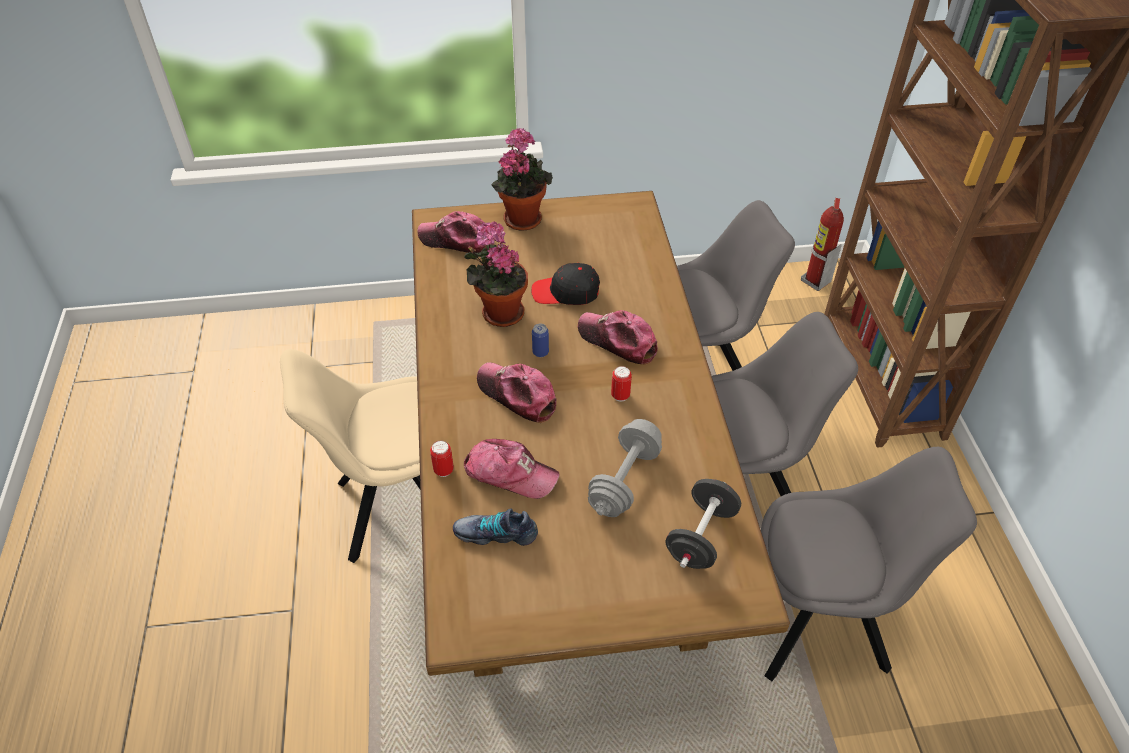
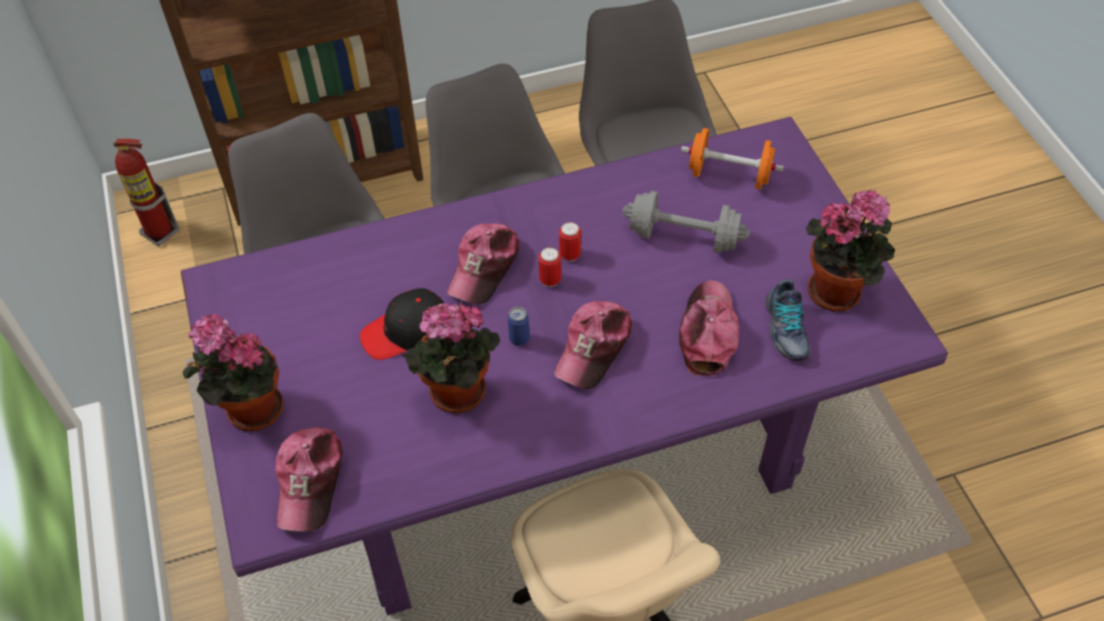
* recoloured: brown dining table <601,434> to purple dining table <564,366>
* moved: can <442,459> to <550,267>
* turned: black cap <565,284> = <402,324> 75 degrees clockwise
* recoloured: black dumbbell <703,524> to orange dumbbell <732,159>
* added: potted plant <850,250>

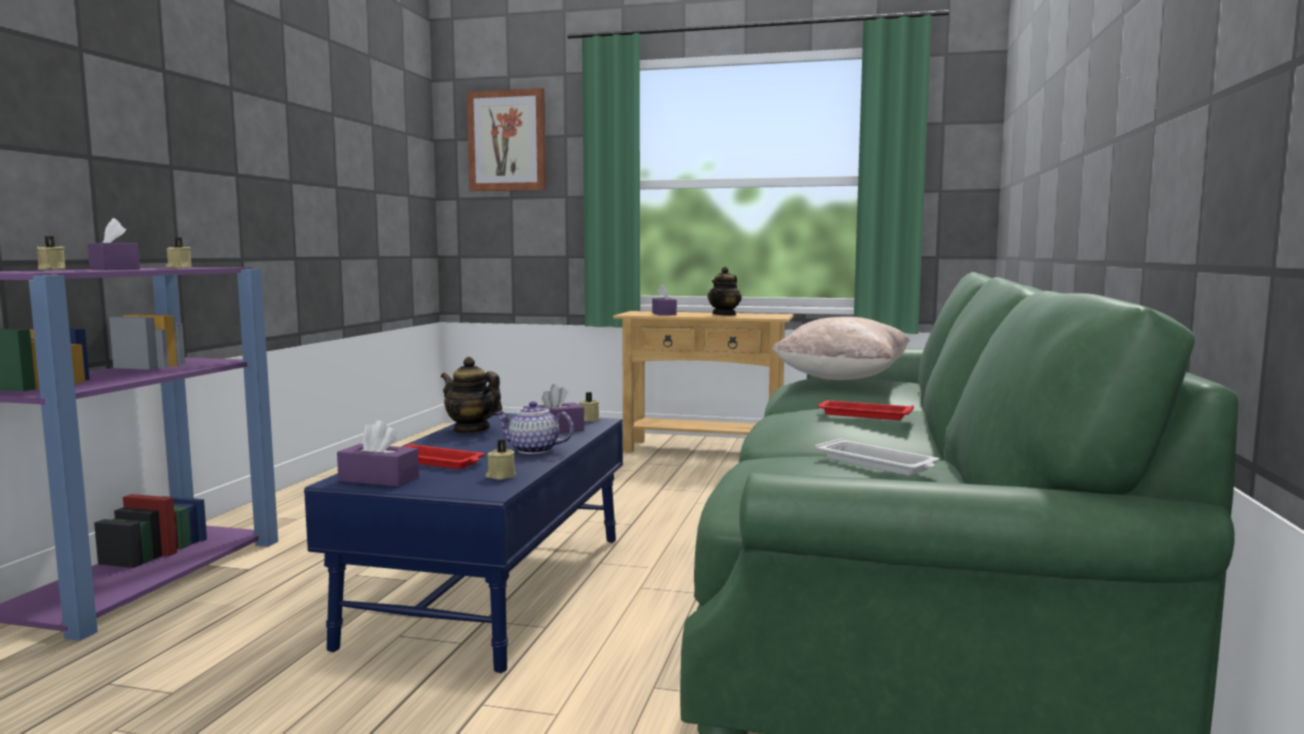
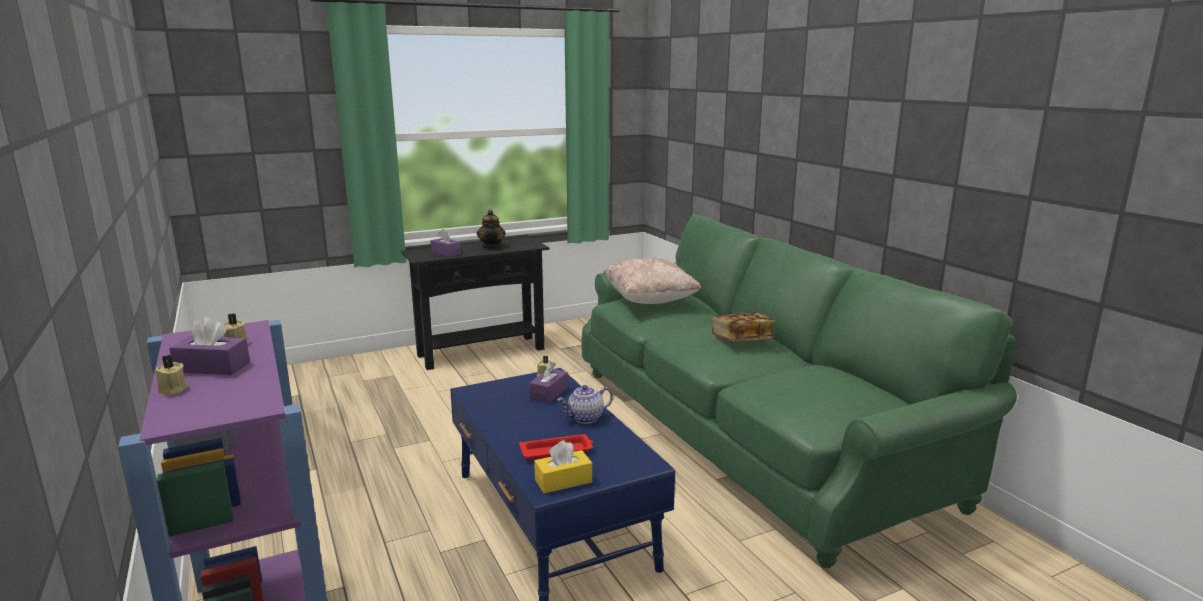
* recoloured: purple tissue box <378,453> to yellow tissue box <563,466>
* removed: teapot <471,395>
* removed: picture <506,140>
* removed: beige candle <500,459>
* recoloured: beige console table <703,382> to black console table <475,303>
* removed: white tray <877,457>
* replaced: red tray <865,410> to book <743,326>

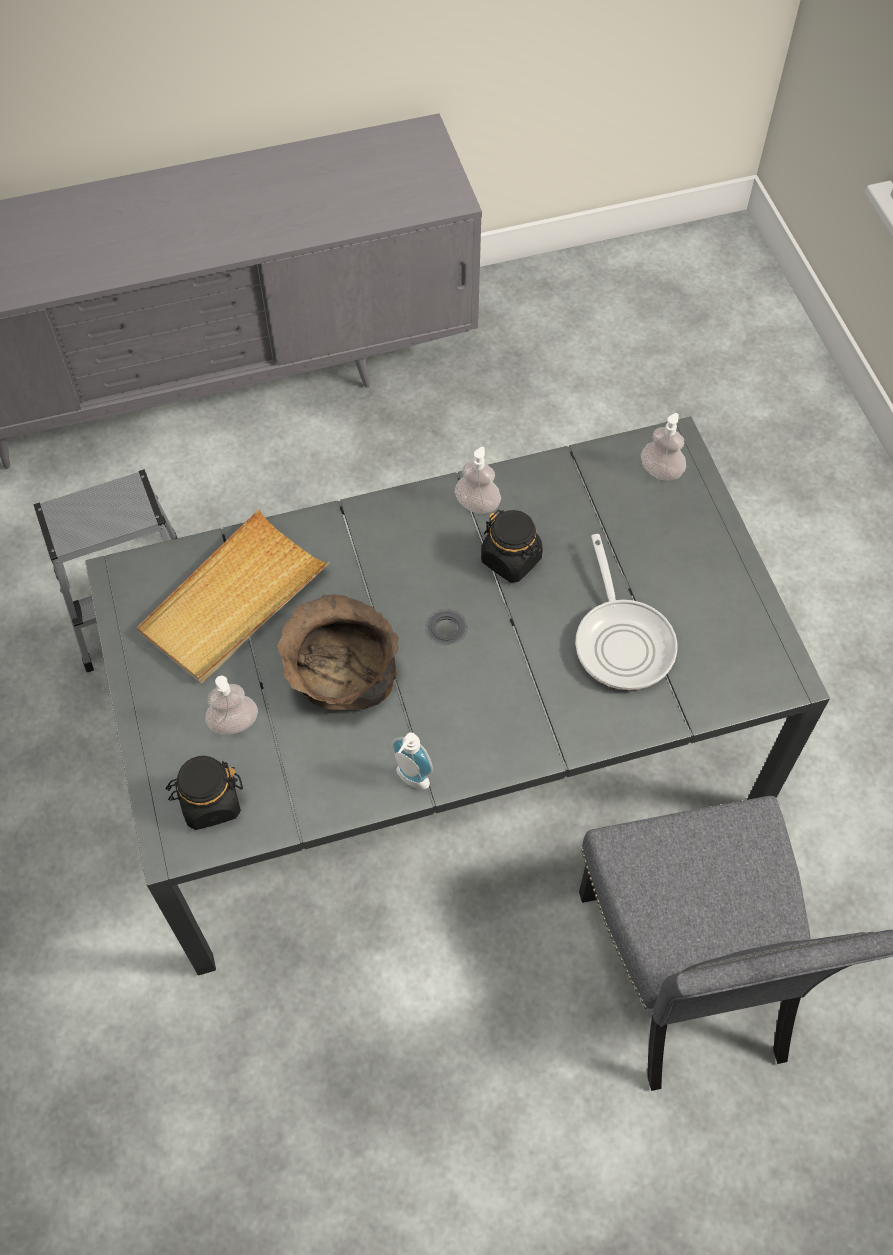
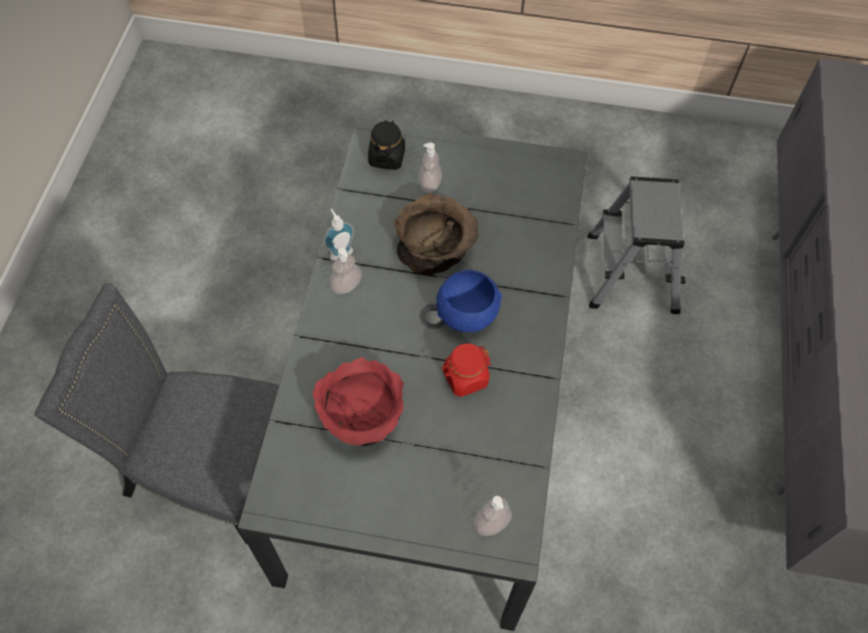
* removed: beige tray <233,596>
* moved: soap dispenser <477,480> to <345,270>
* recoloured: black jar <512,546> to red jar <466,370>
* replaced: frying pan <626,612> to red bowl <358,401>
* added: blue bowl <469,301>

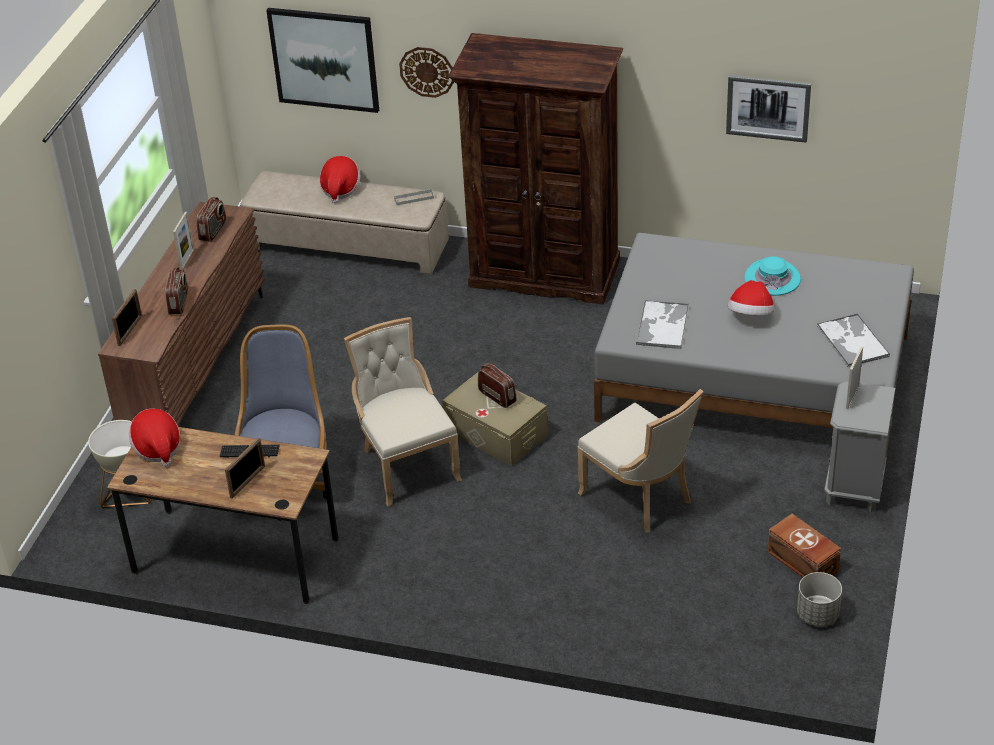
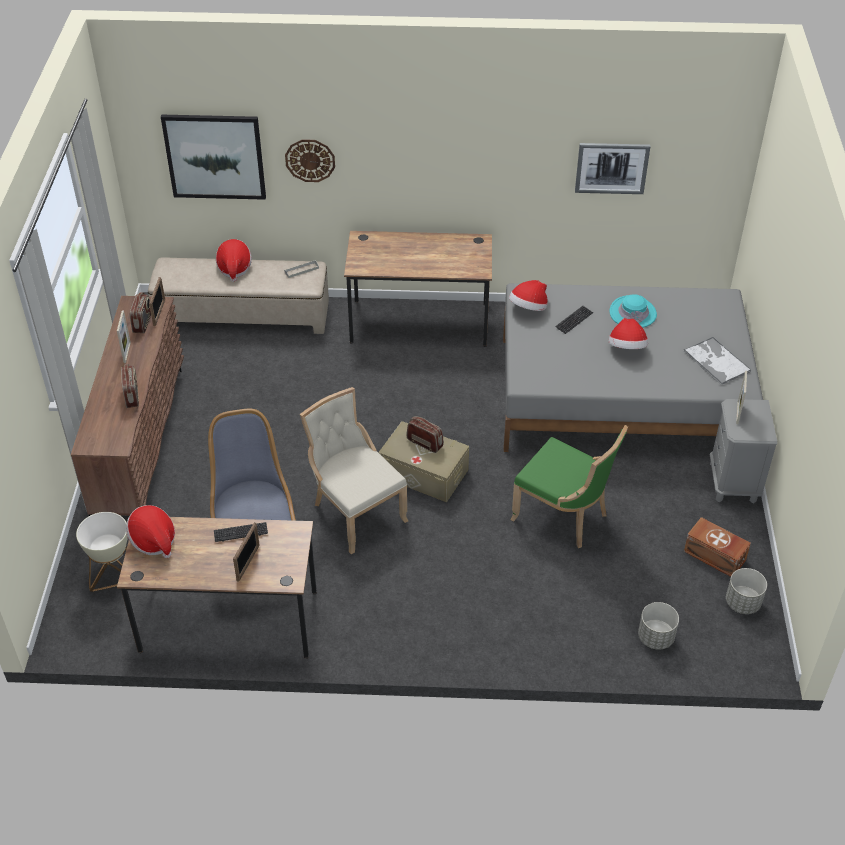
* moved: picture frame <127,317> to <157,301>
* replaced: brown wardrobe <535,169> to brown desk <418,289>
* recoloured: beige chair <640,461> to green chair <569,486>
* removed: tray <662,324>
* added: hat <528,295>
* added: keyboard <574,320>
* added: grey planter <658,626>

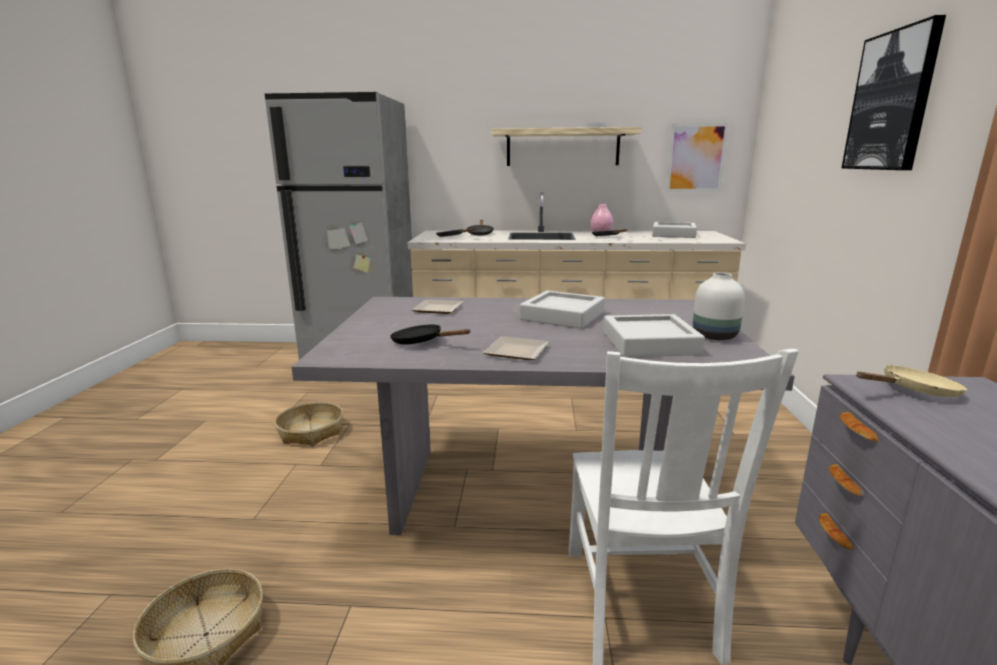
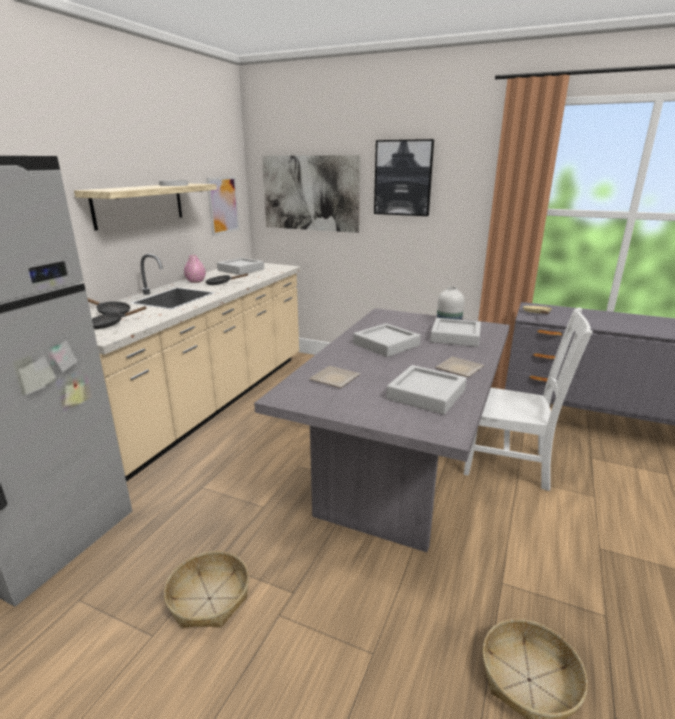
* replaced: black frying pan <430,334> to grey tray <426,390>
* added: picture <311,194>

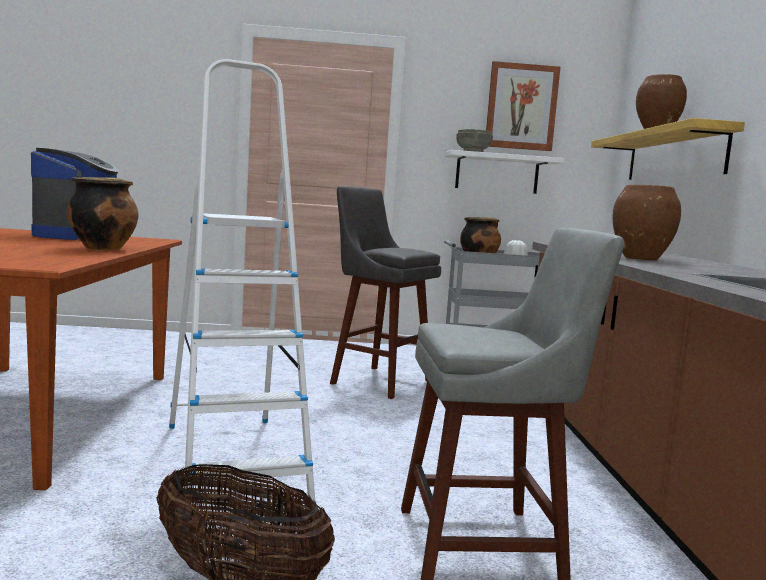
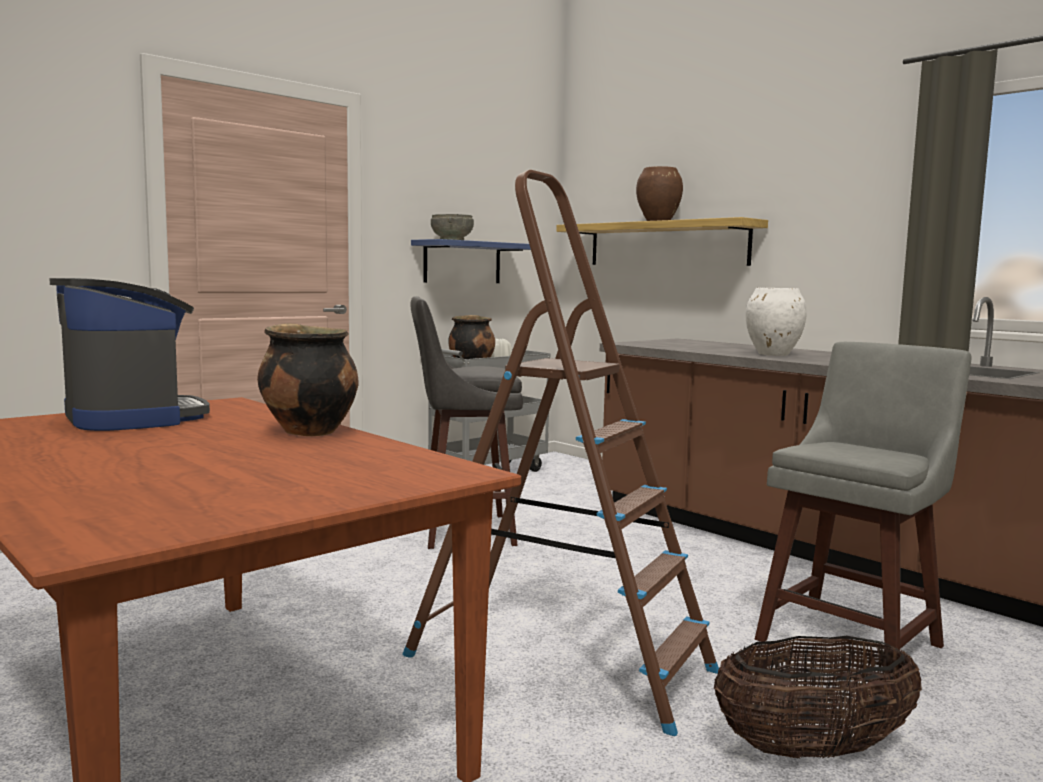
* recoloured: white step ladder <242,280> to brown step ladder <560,452>
* recoloured: white shelf <504,172> to blue shelf <471,261>
* removed: picture <523,106>
* recoloured: brown vase <647,222> to white vase <776,322>

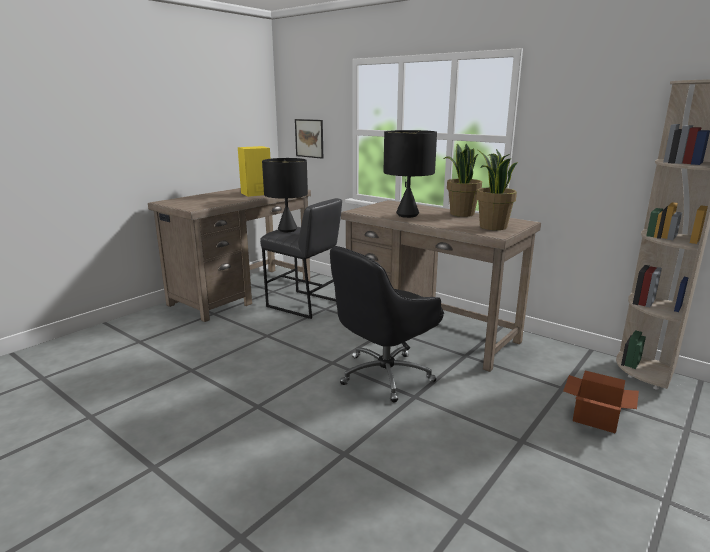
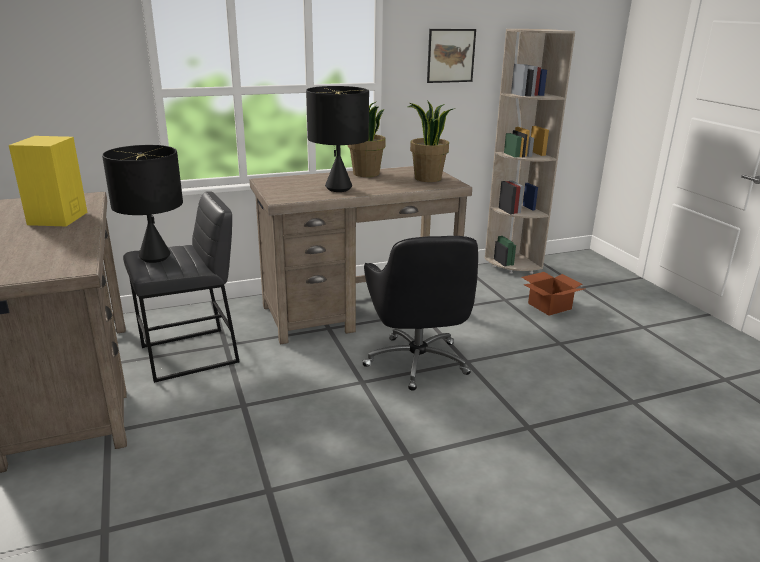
* moved: picture <309,139> to <451,56>

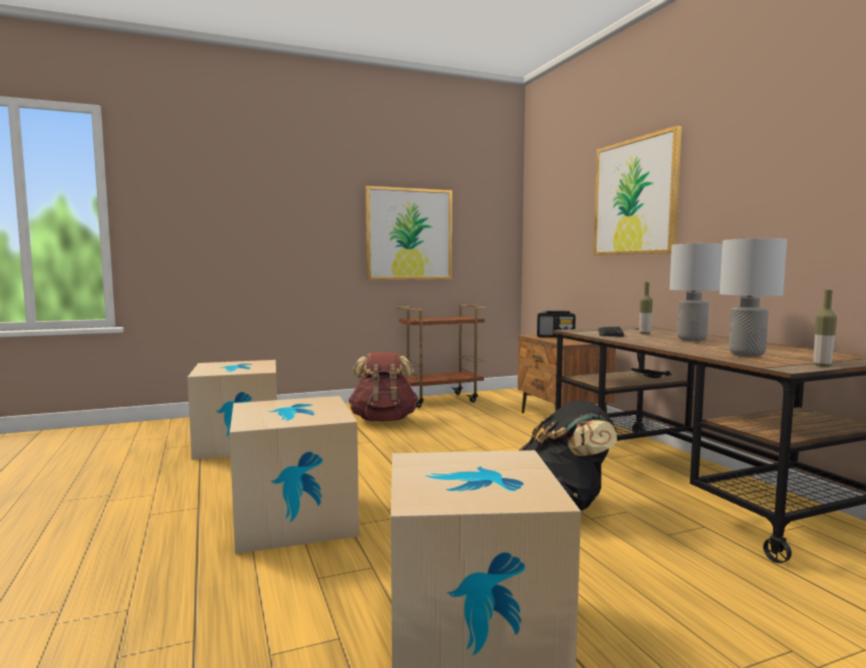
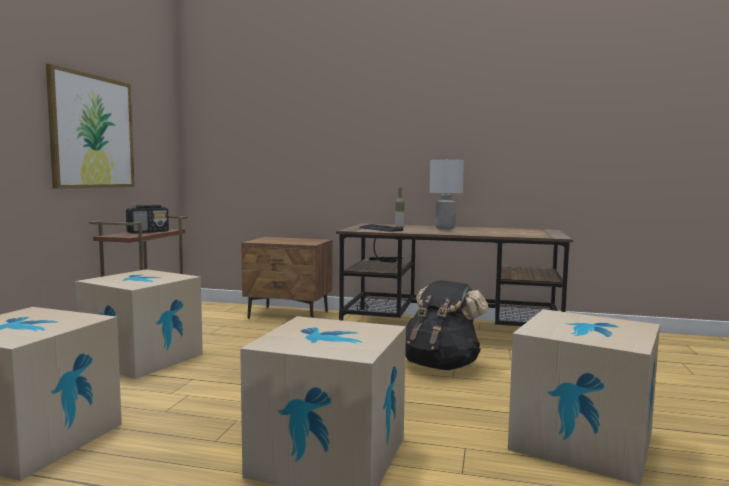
* replaced: brown backpack <383,386> to cardboard box <139,324>
* moved: radio <556,324> to <147,219>
* removed: picture <637,190>
* removed: grey table lamp <753,297>
* removed: bottle <825,328>

